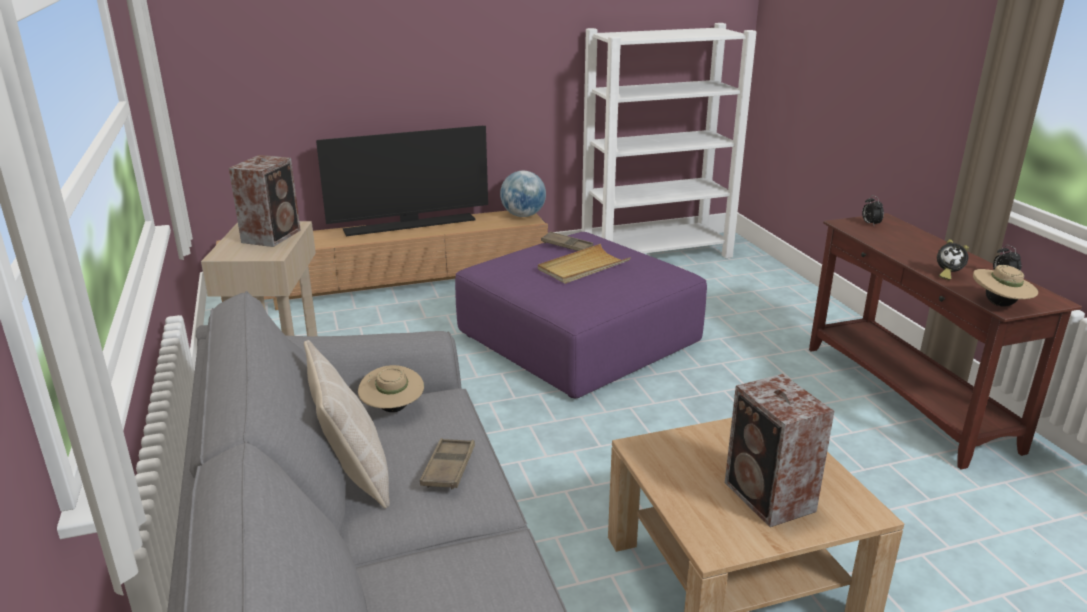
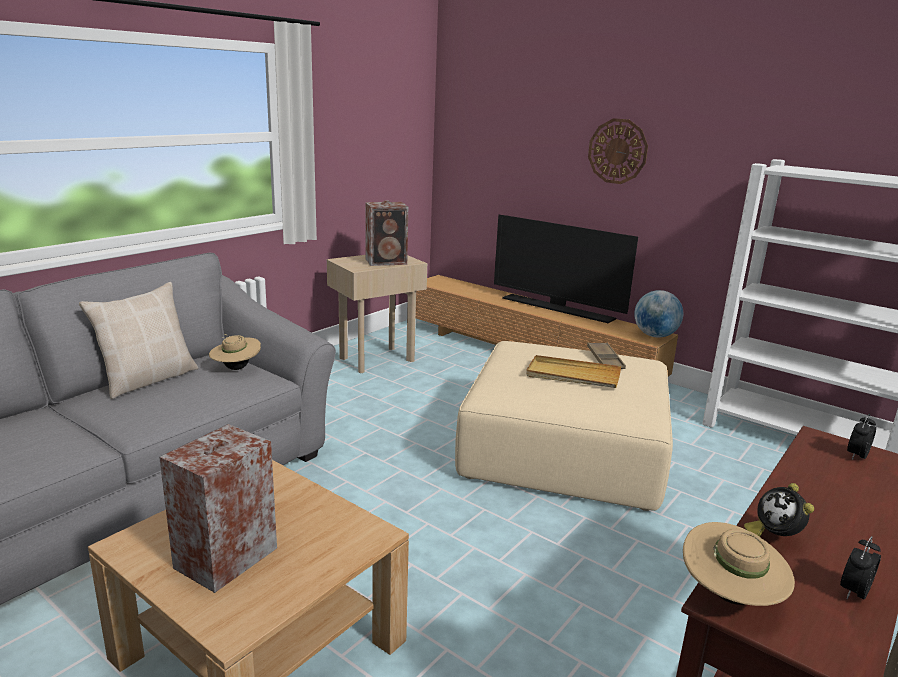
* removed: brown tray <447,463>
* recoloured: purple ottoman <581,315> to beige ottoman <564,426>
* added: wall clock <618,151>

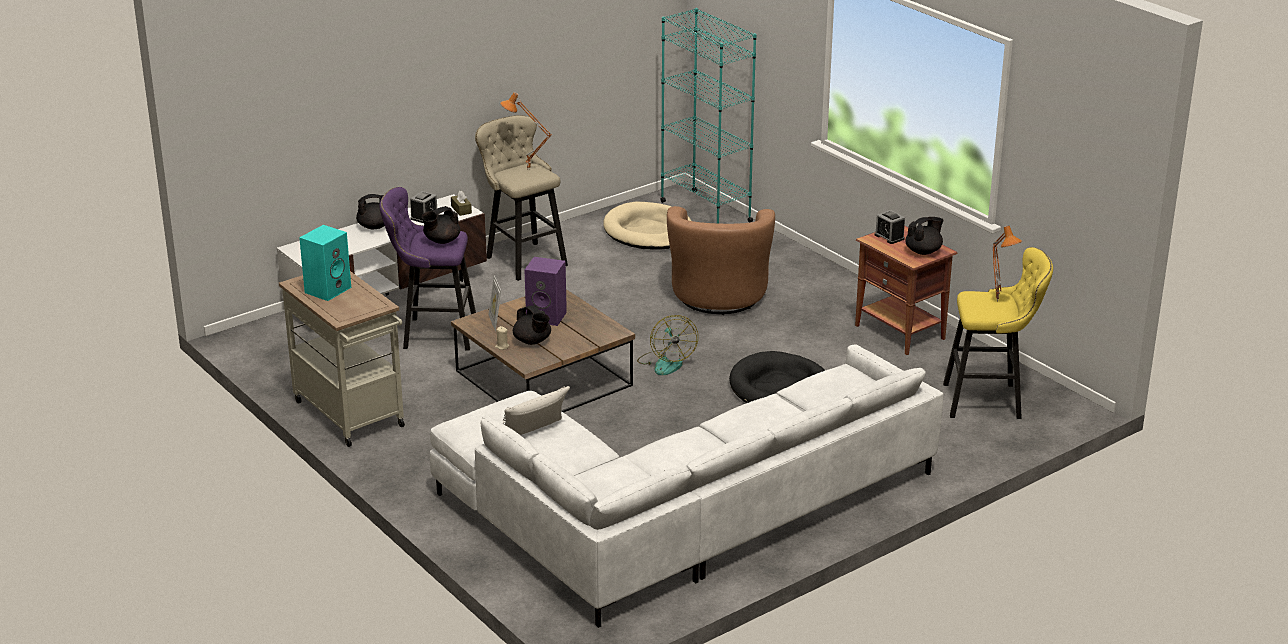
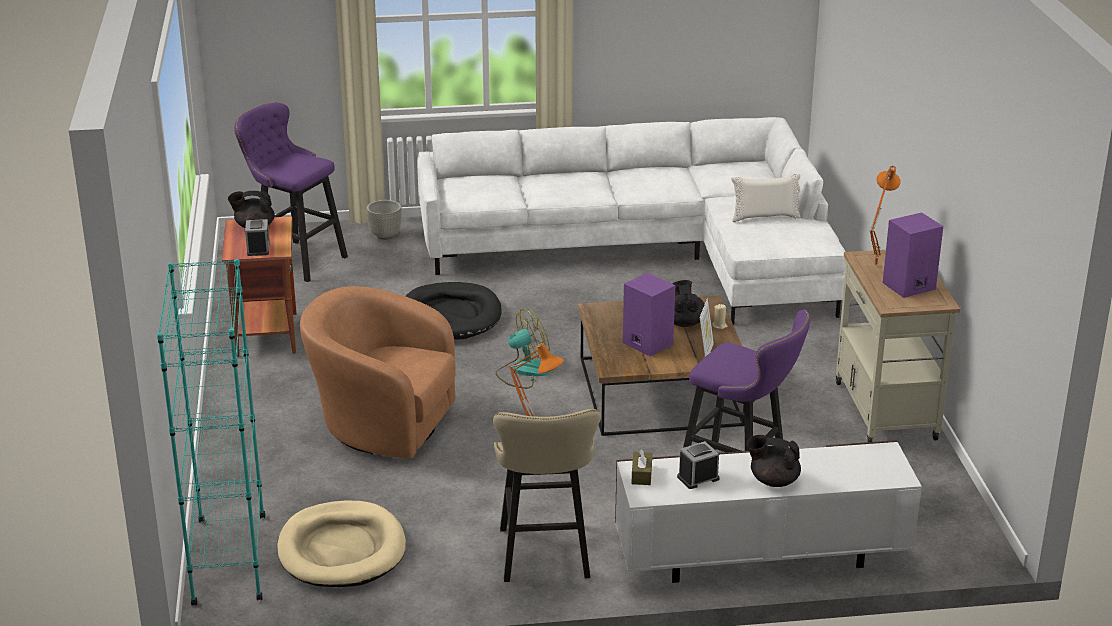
* recoloured: turquoise speaker <325,263> to purple speaker <913,255>
* removed: black teapot <441,225>
* turned: fan <667,345> = <524,348> 45 degrees clockwise
* turned: brown armchair <721,260> = <378,372> 105 degrees counterclockwise
* recoloured: yellow stool <998,333> to purple stool <291,192>
* moved: orange table lamp <1007,263> to <885,216>
* added: grey planter <384,220>

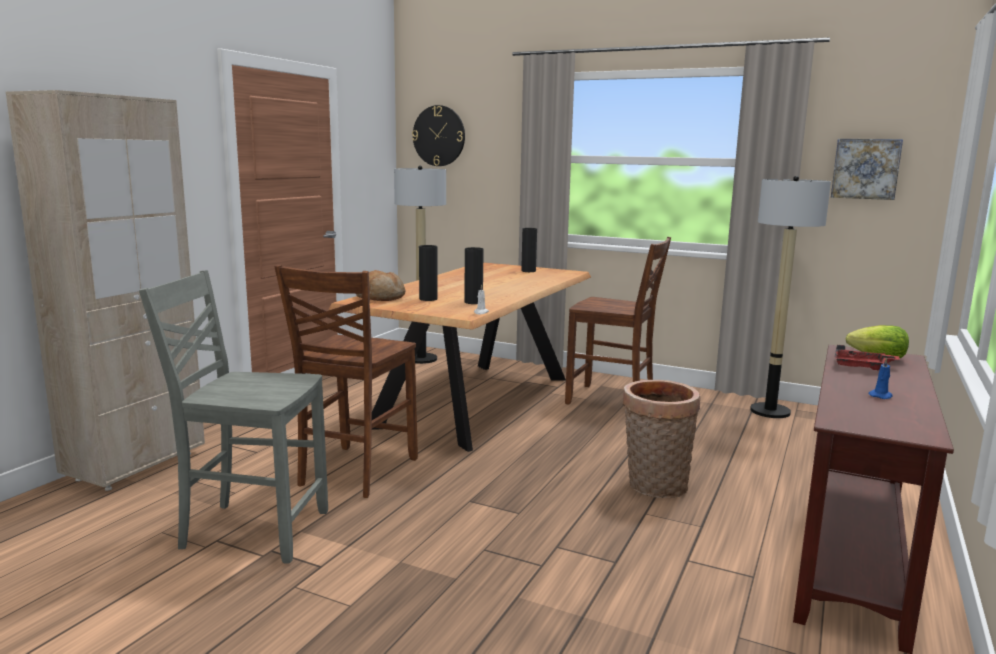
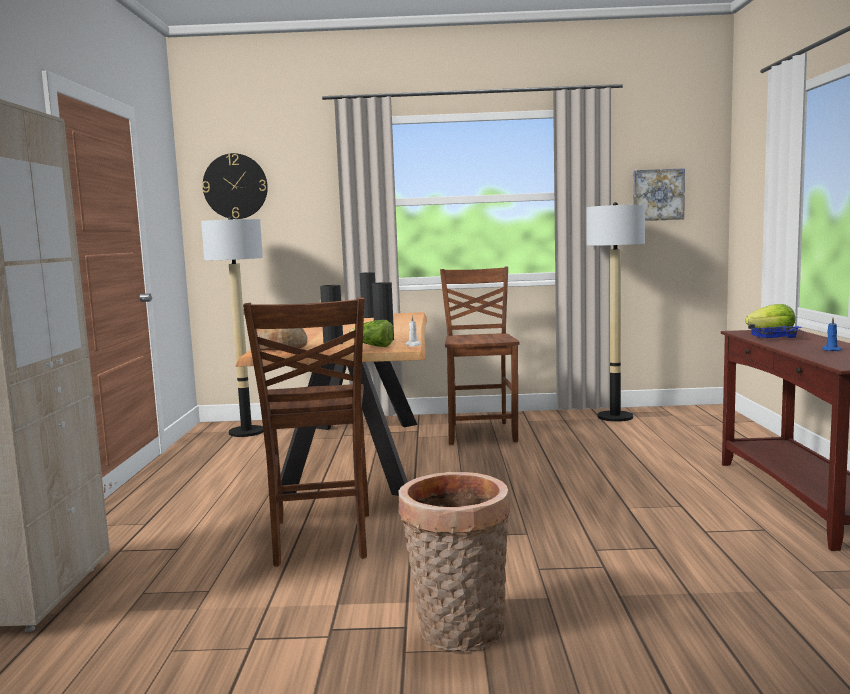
* removed: grey chair <233,417>
* turned: brown chair <618,321> = <480,356> 90 degrees counterclockwise
* moved: basket <661,439> to <454,561>
* recoloured: red tray <867,357> to blue tray <774,331>
* added: lettuce <371,333>

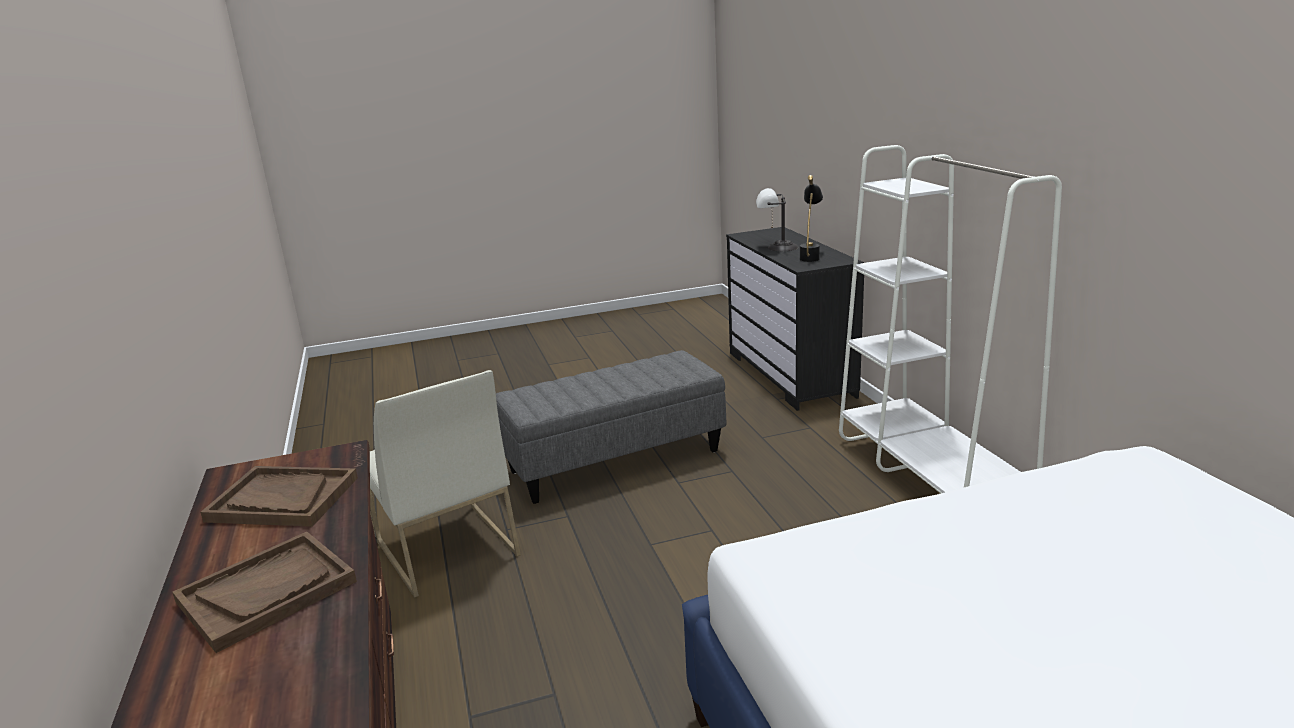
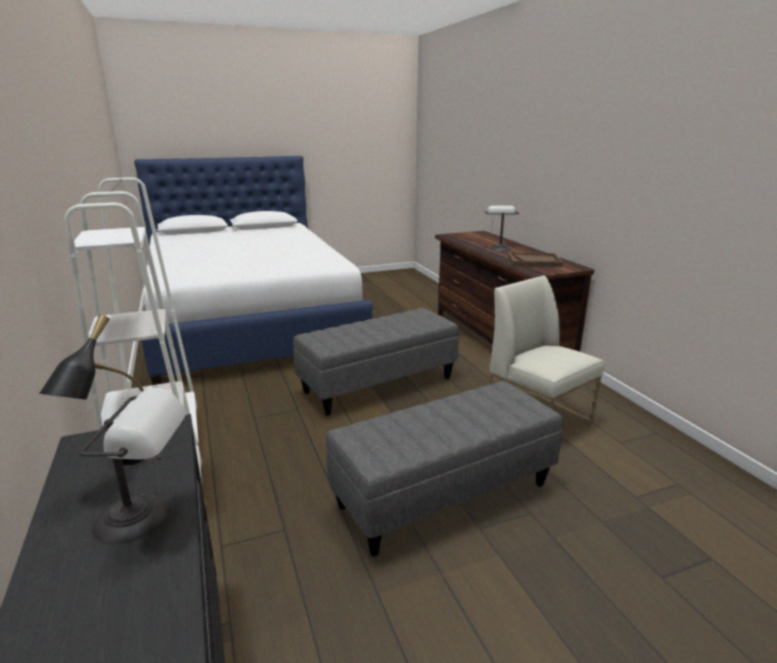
* replaced: brown tray <264,592> to table lamp <502,229>
* added: grey ottoman <376,362>

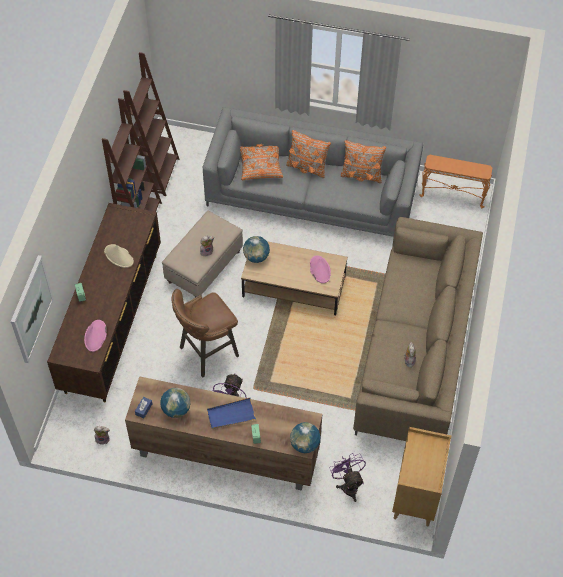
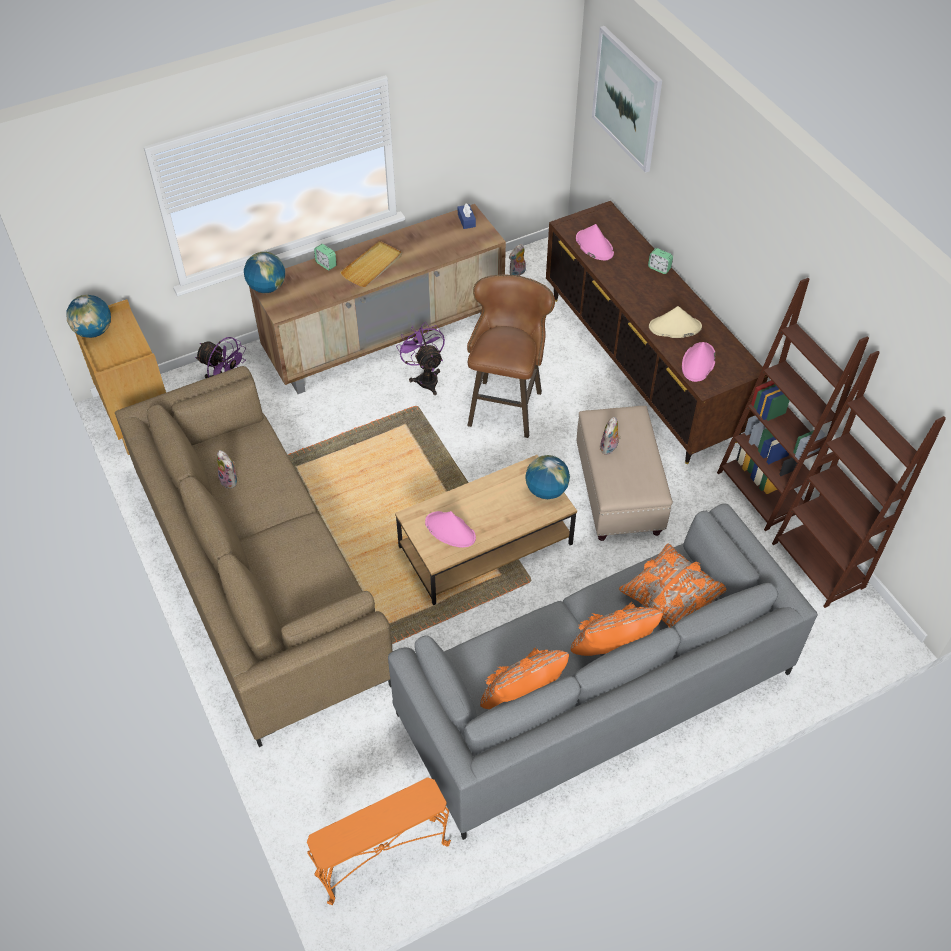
* moved: globe <175,403> to <88,316>
* recoloured: blue tray <231,413> to beige tray <371,264>
* added: pink hat <698,362>

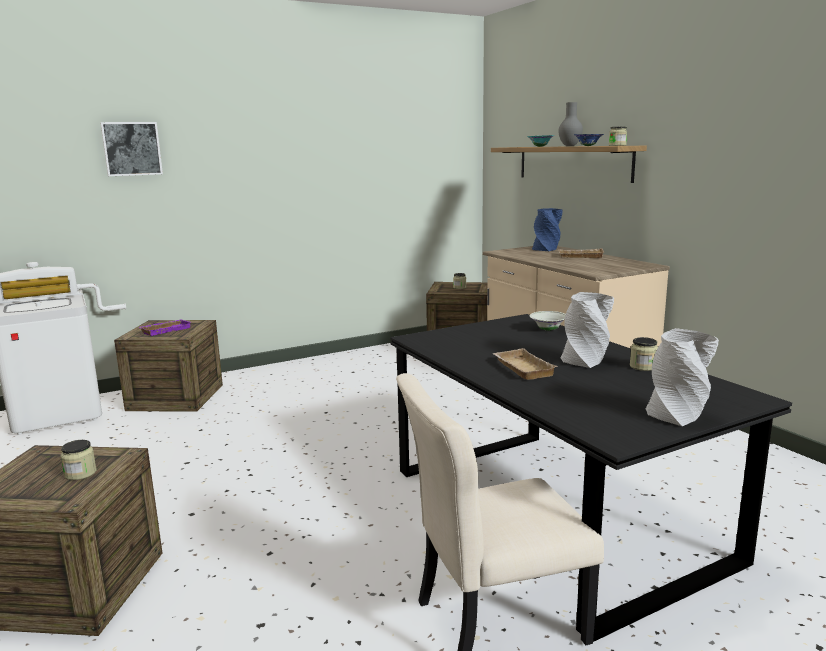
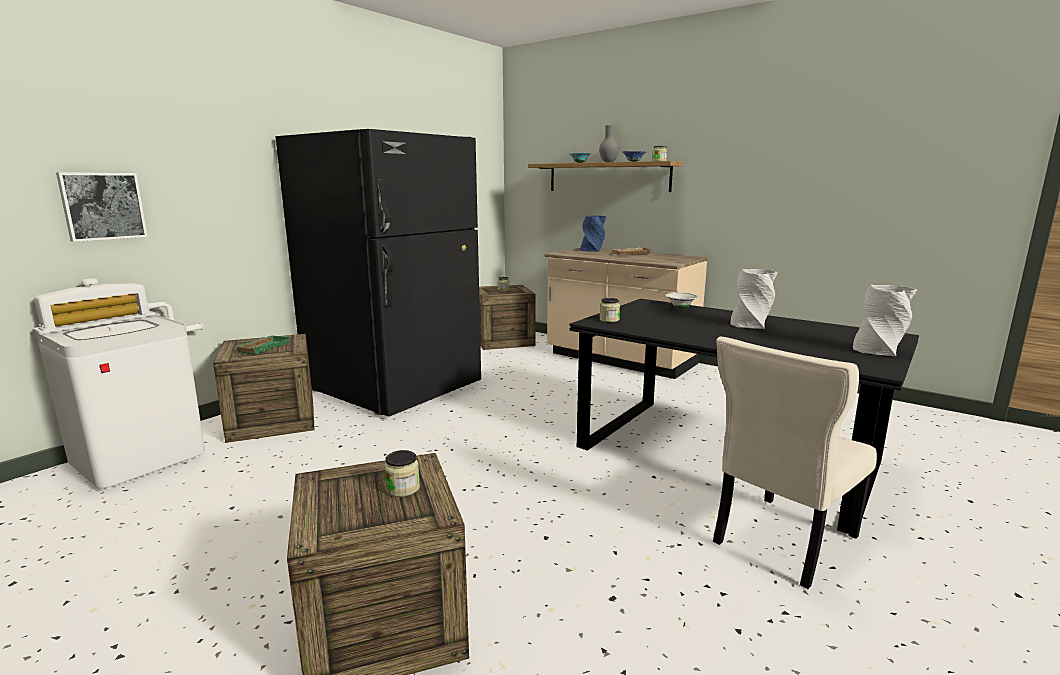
* moved: picture <131,149> to <102,207>
* recoloured: purple tray <165,327> to green tray <261,345>
* removed: beige tray <525,364>
* moved: jar <644,354> to <610,310>
* added: black fridge <378,272>

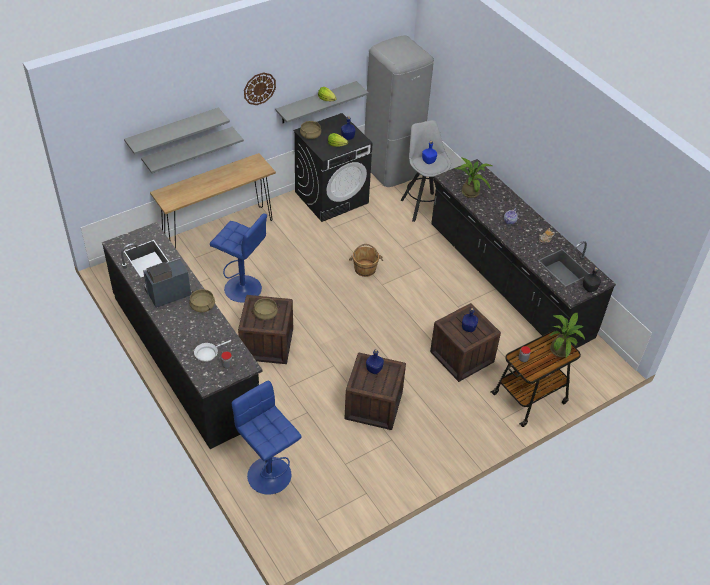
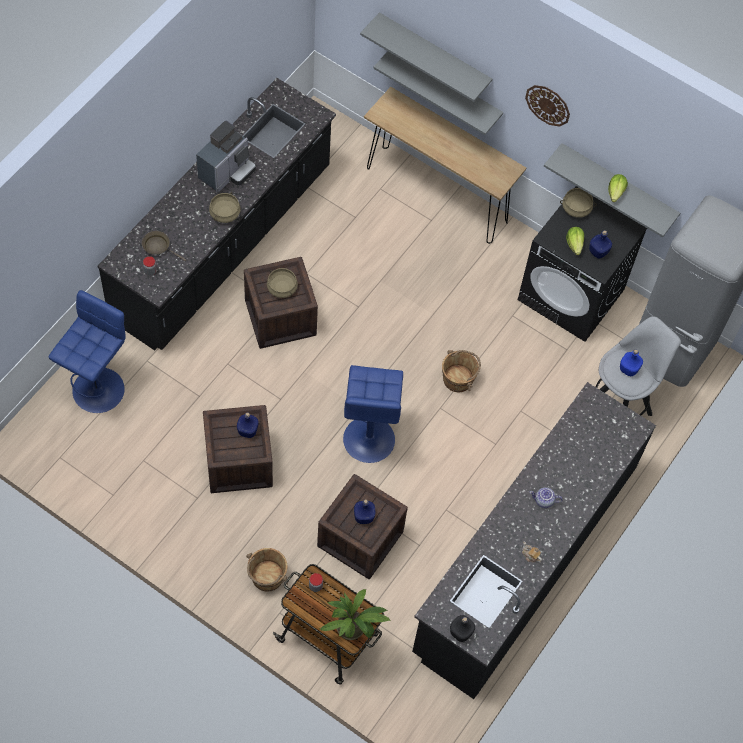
* turned: coffee machine <167,283> = <226,157> 90 degrees clockwise
* recoloured: white frying pan <212,351> to brown frying pan <164,246>
* moved: blue stool <238,257> to <373,414>
* removed: potted plant <473,177>
* added: brown bucket <267,570>

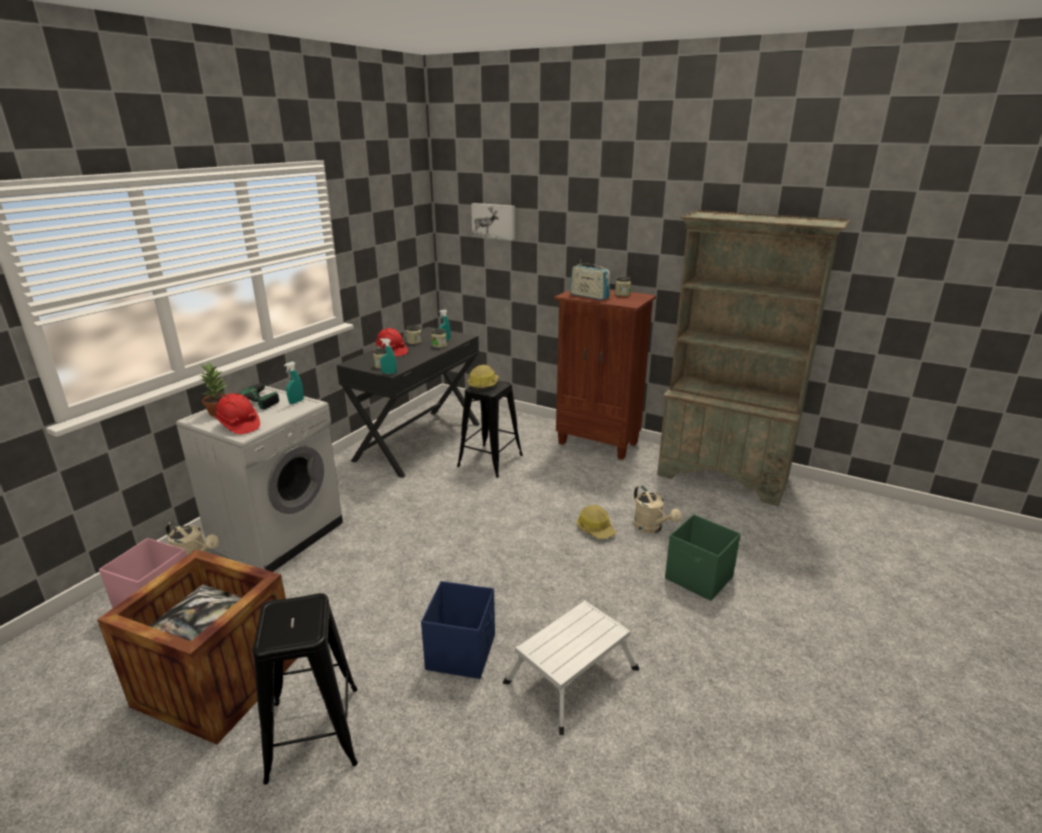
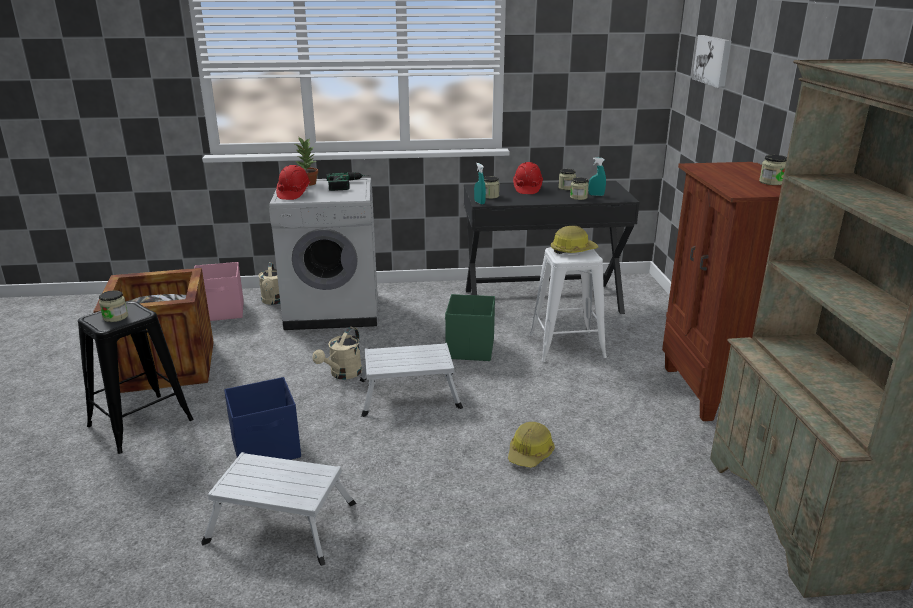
* removed: turquoise spray bottle <294,383>
* recoloured: black stool <490,429> to white stool <568,304>
* removed: radio <590,280>
* moved: beige watering can <657,509> to <337,353>
* moved: green storage box <703,557> to <470,327>
* added: jar <113,306>
* added: white step ladder <411,380>

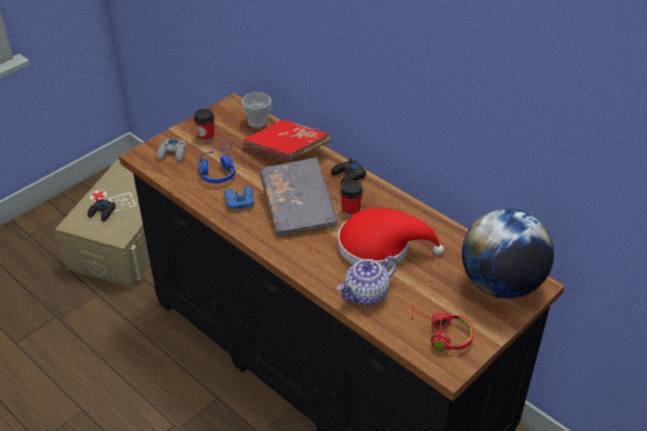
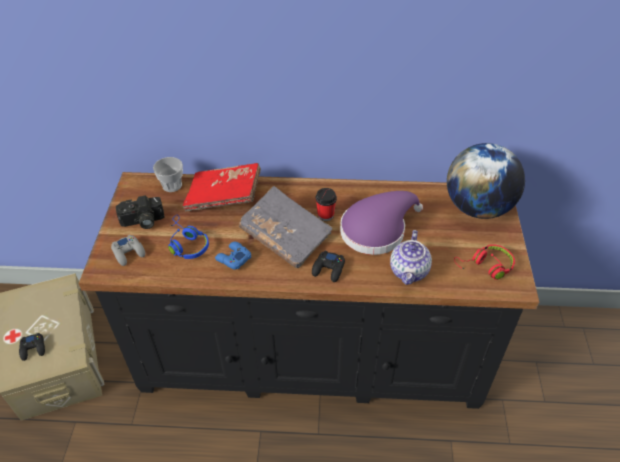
* replaced: cup <204,125> to photo camera <140,212>
* moved: black game controller <348,172> to <328,266>
* recoloured: red hat <391,238> to purple hat <381,223>

